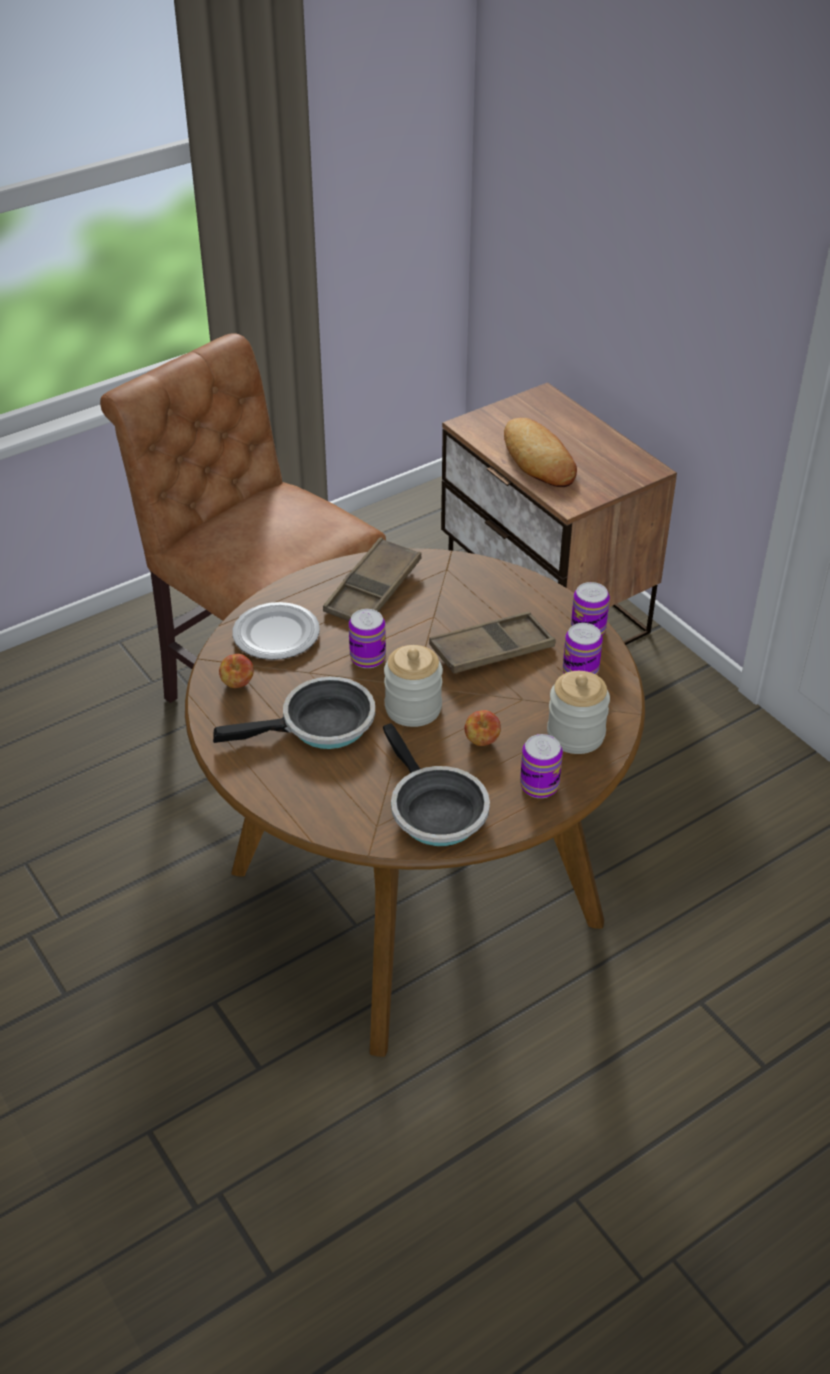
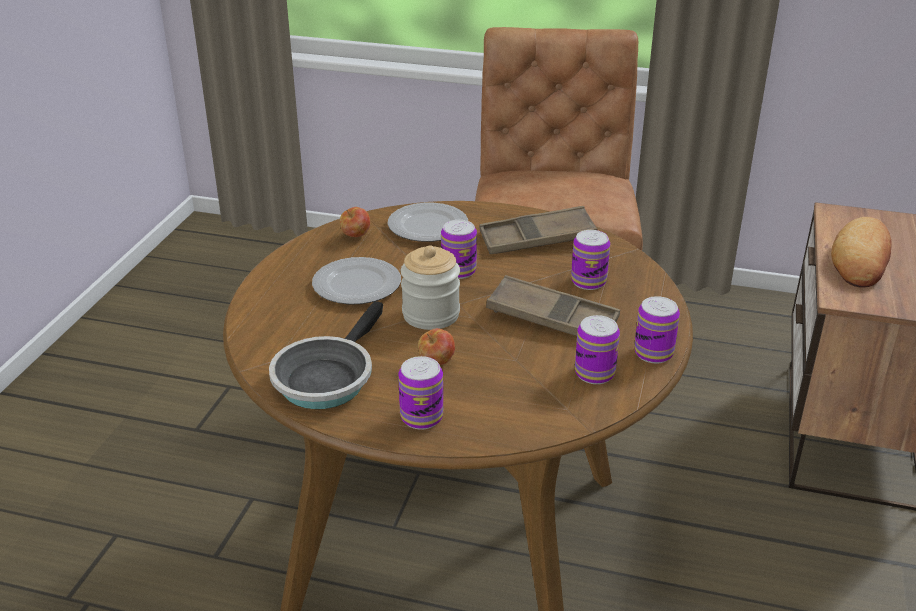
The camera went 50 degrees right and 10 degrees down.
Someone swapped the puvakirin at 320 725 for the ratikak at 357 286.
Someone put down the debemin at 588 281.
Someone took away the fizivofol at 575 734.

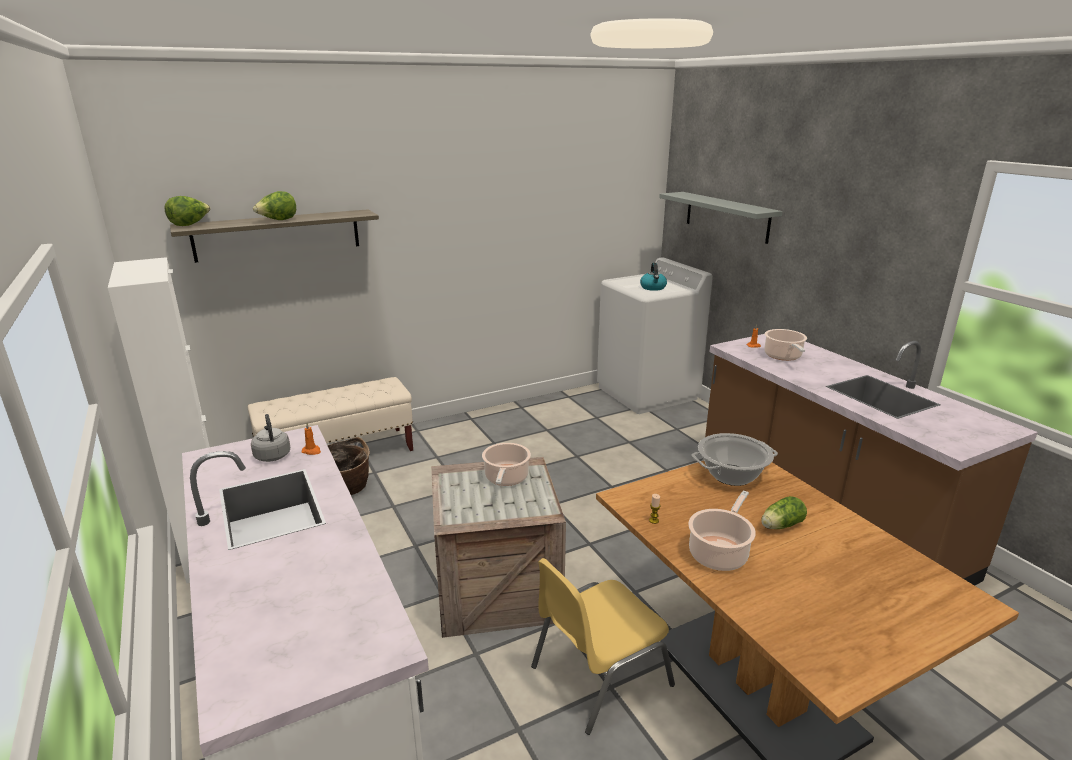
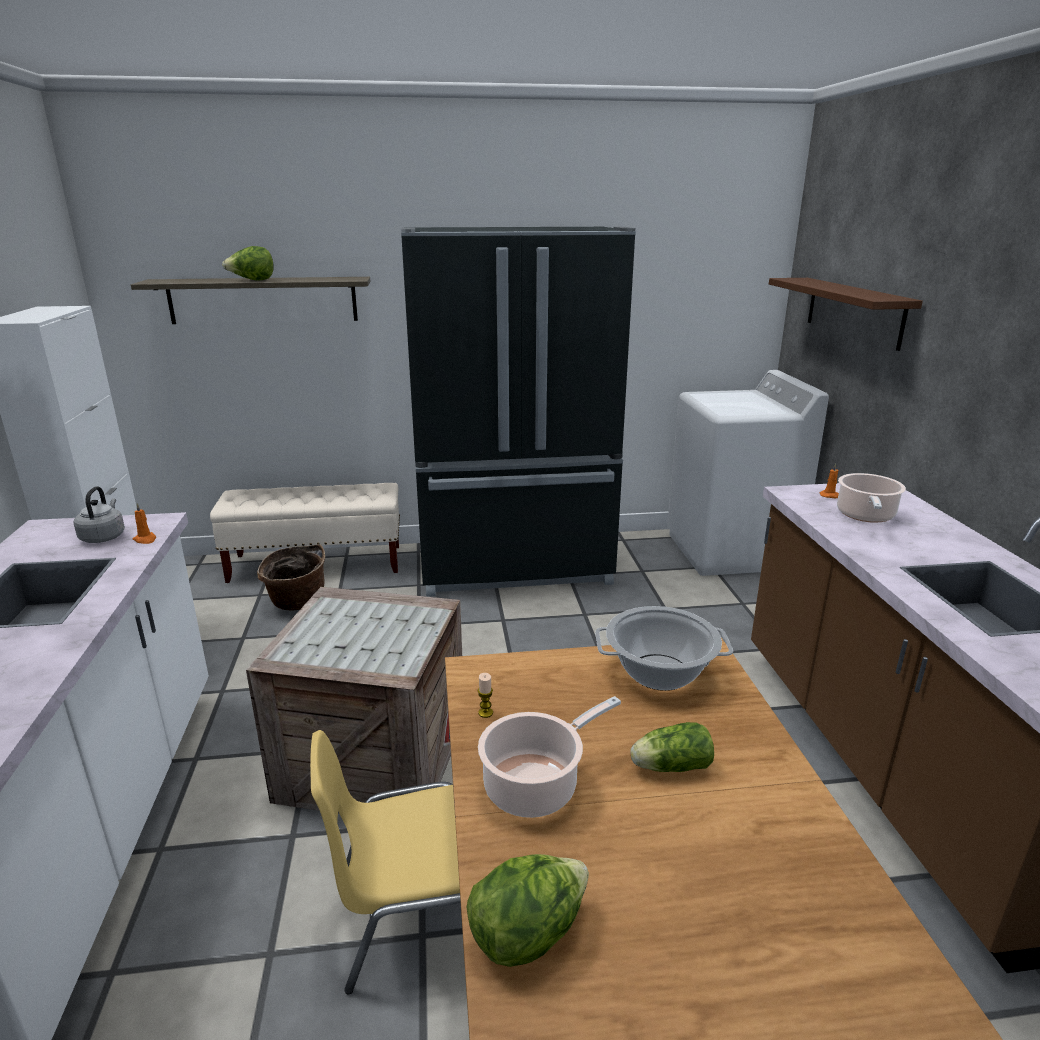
The camera went 20 degrees right and 0 degrees up.
Someone put down the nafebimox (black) at 515 565.
Someone carried the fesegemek from 190 225 to 528 933.
Someone repainted the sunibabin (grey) at 726 216, which became the sunibabin (brown) at 853 311.
Someone took away the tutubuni at 506 478.
Someone took away the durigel at 653 288.

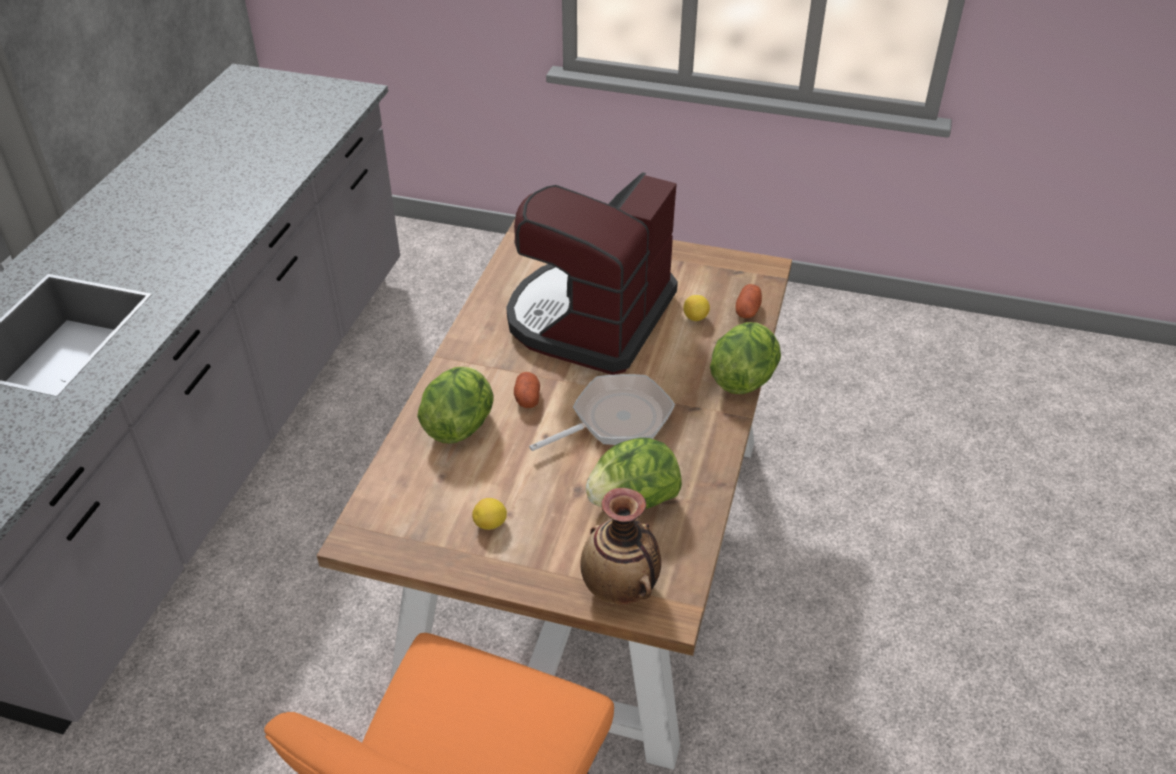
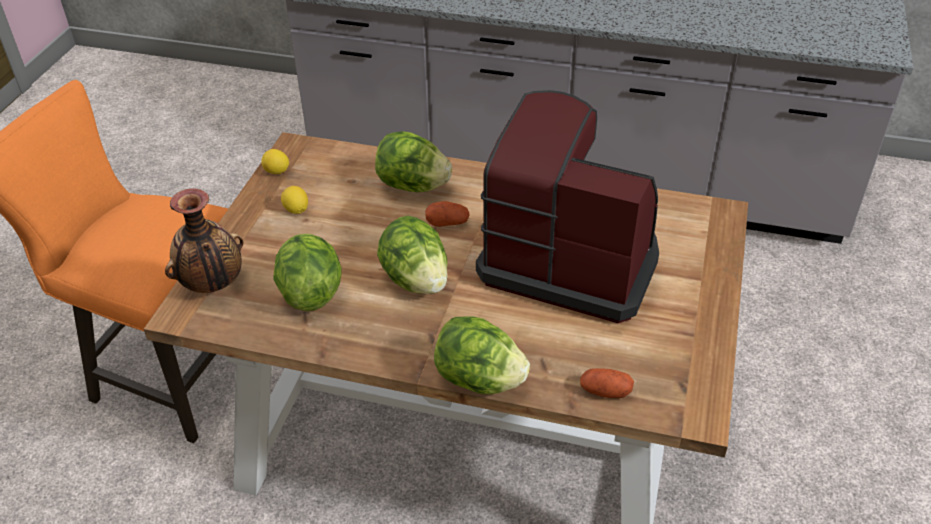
The camera went 90 degrees right and 0 degrees up.
Someone carried the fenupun from 695 318 to 277 172.
Someone swapped the puvakirin at 615 420 for the fesegemek at 416 280.

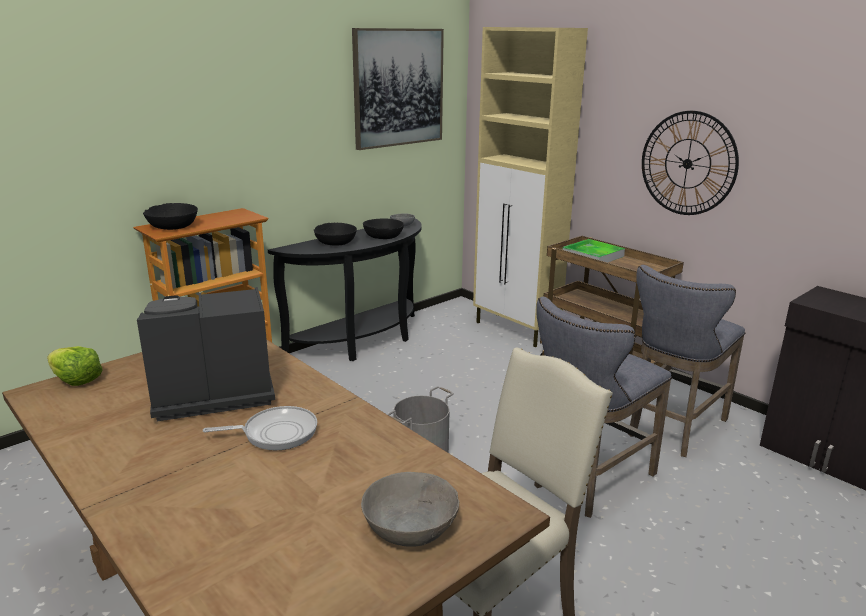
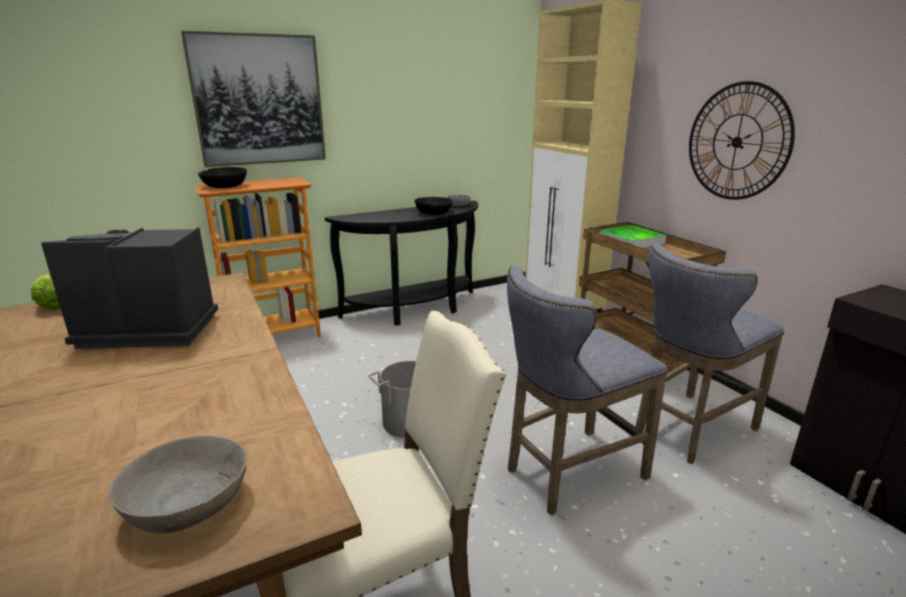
The camera went 15 degrees right and 0 degrees up.
Someone carried the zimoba from 398 88 to 259 100.
Someone took away the puvakirin at 276 433.
Someone took away the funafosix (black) at 336 242.

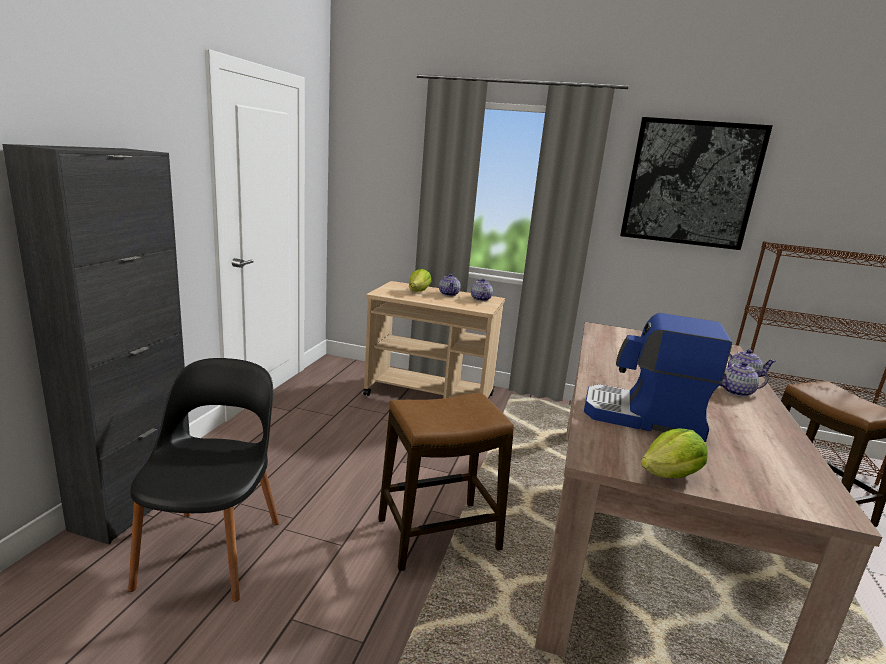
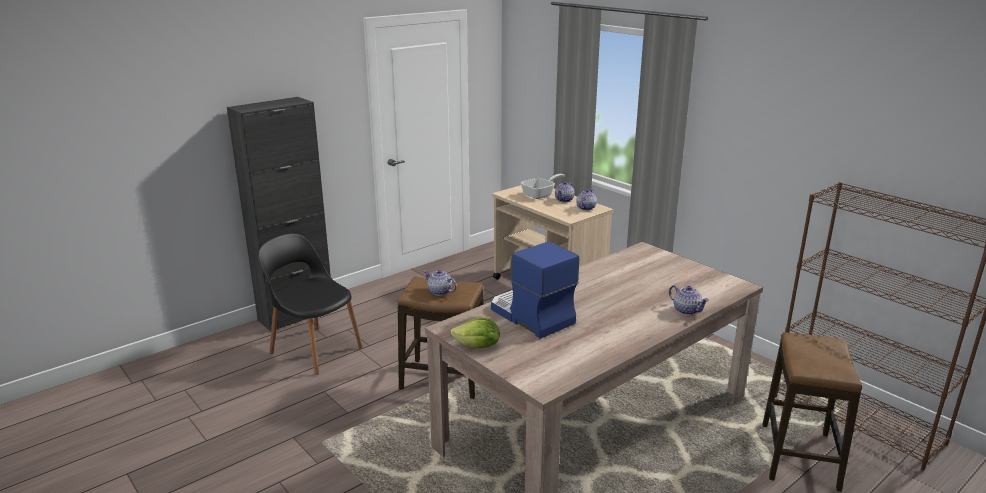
The camera went 35 degrees right and 5 degrees up.
Someone rotated the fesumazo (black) at 212 550 by 90 degrees counterclockwise.
Someone carried the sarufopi from 737 392 to 440 292.
Someone swapped the fesegemek at 418 291 for the puvakirin at 541 194.
Someone took away the zimoba at 691 183.

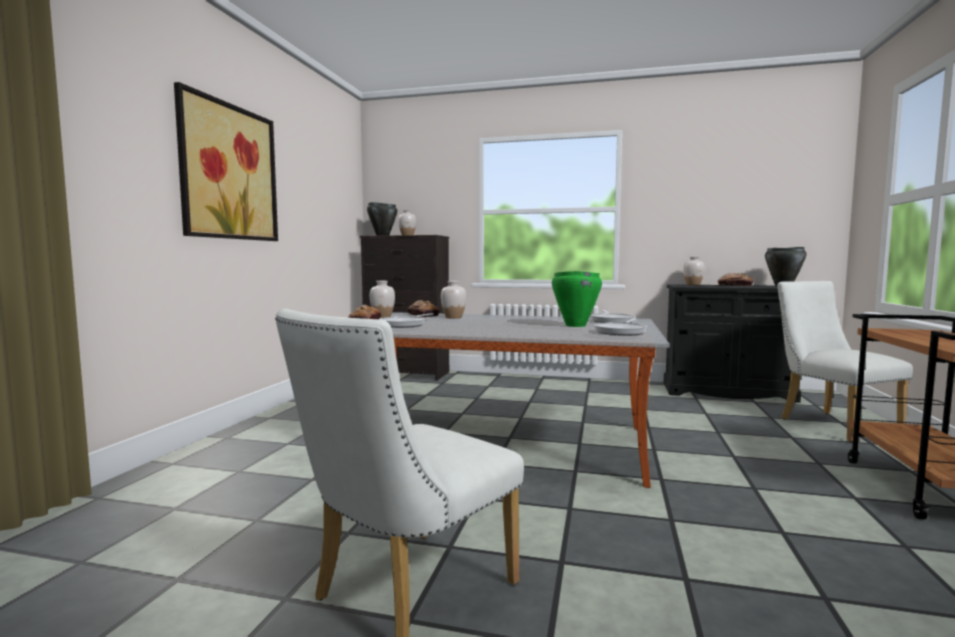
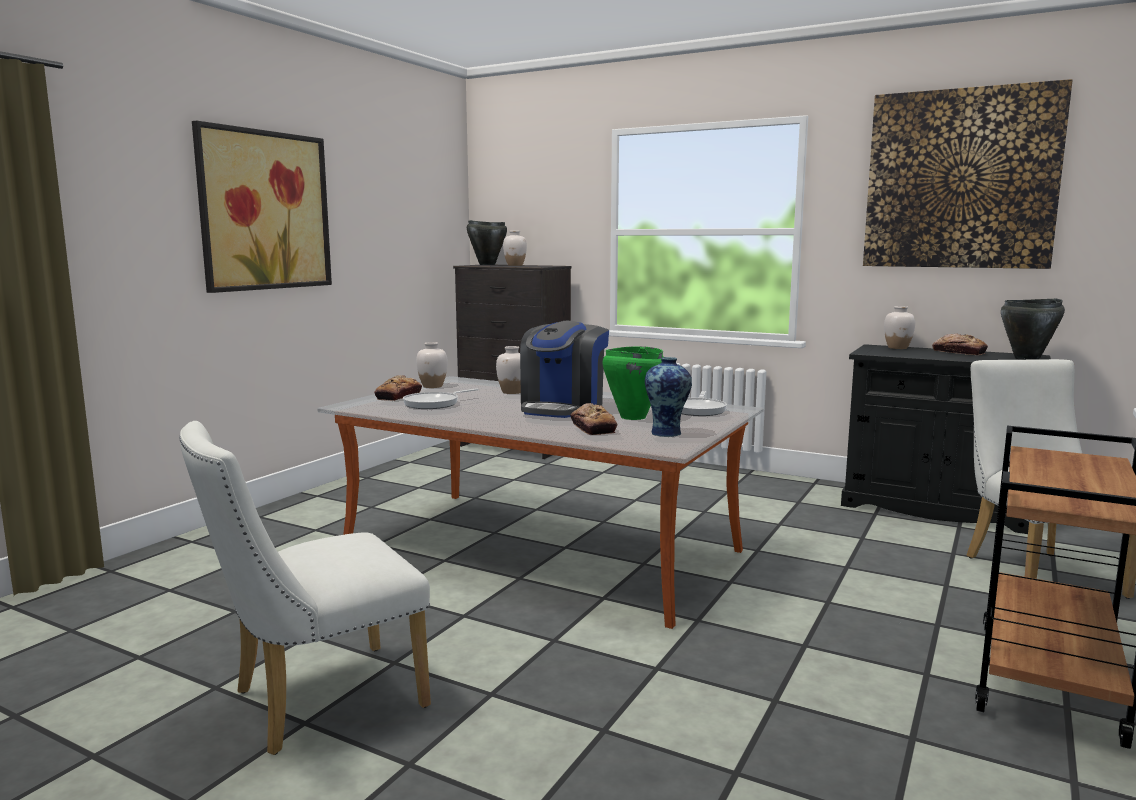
The camera went 15 degrees right and 5 degrees up.
Someone put down the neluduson at 563 409.
Someone carried the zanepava from 423 315 to 593 428.
Someone swapped the puvakirin at 621 332 for the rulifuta at 667 433.
Someone put up the zimoba at 960 179.

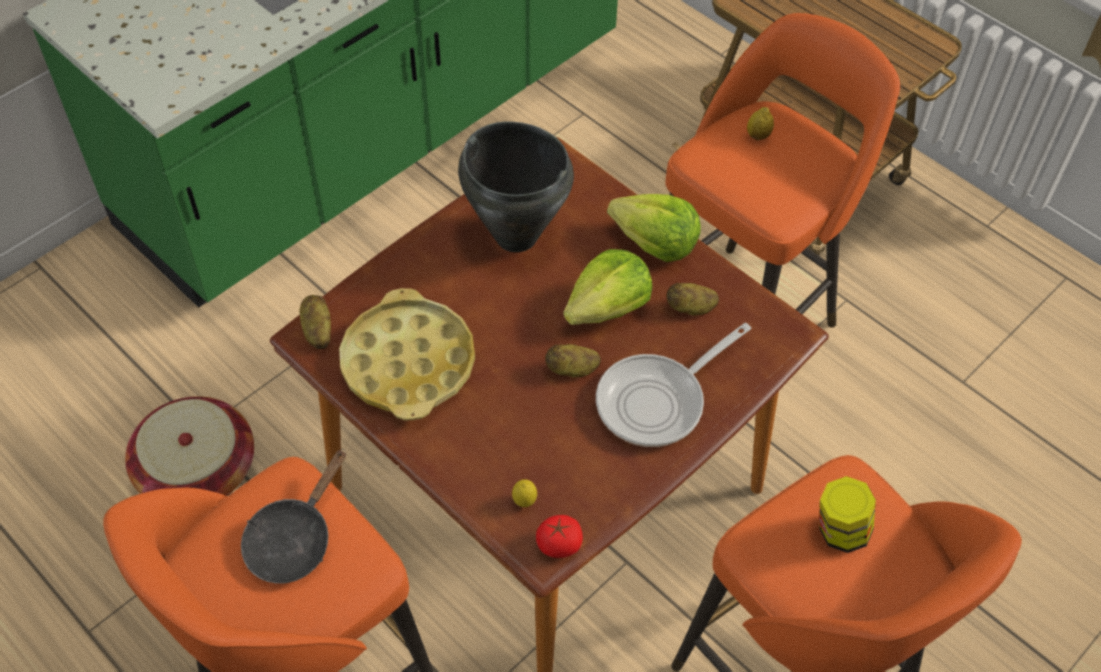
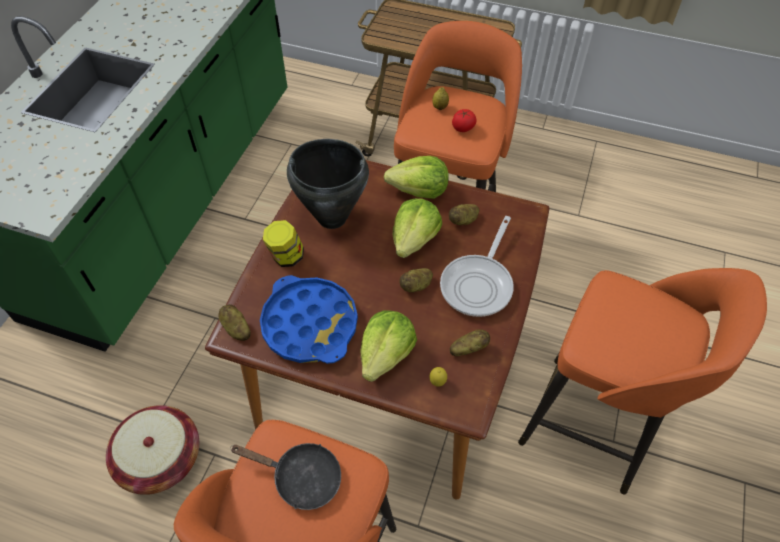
The camera went 25 degrees left and 0 degrees up.
Someone rotated the puvakirin (black) at 293 539 by 75 degrees counterclockwise.
Someone repainted the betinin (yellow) at 408 363, which became the betinin (blue) at 310 324.
Someone carried the fizivofol from 840 531 to 286 257.
Someone put down the fesegemek at 386 354.
Someone put down the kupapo at 468 348.
Someone carried the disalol from 559 545 to 463 128.

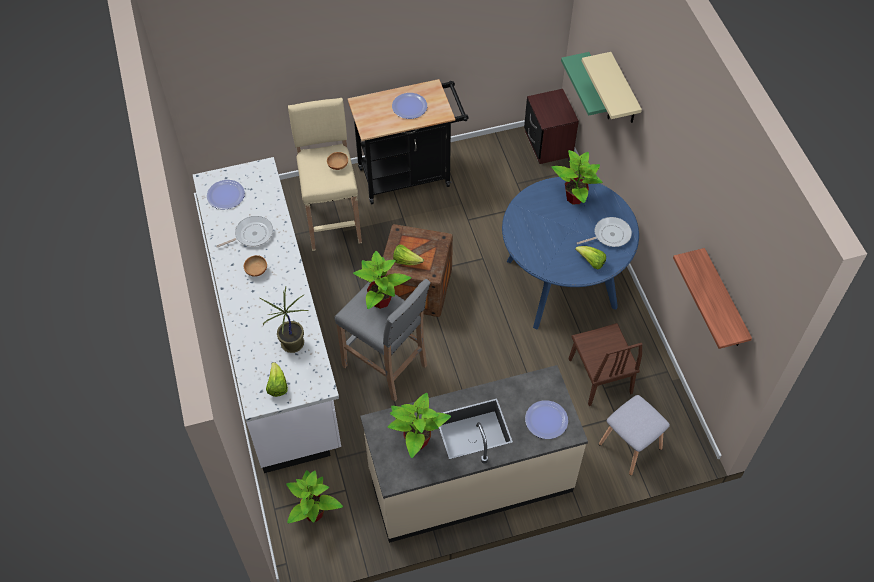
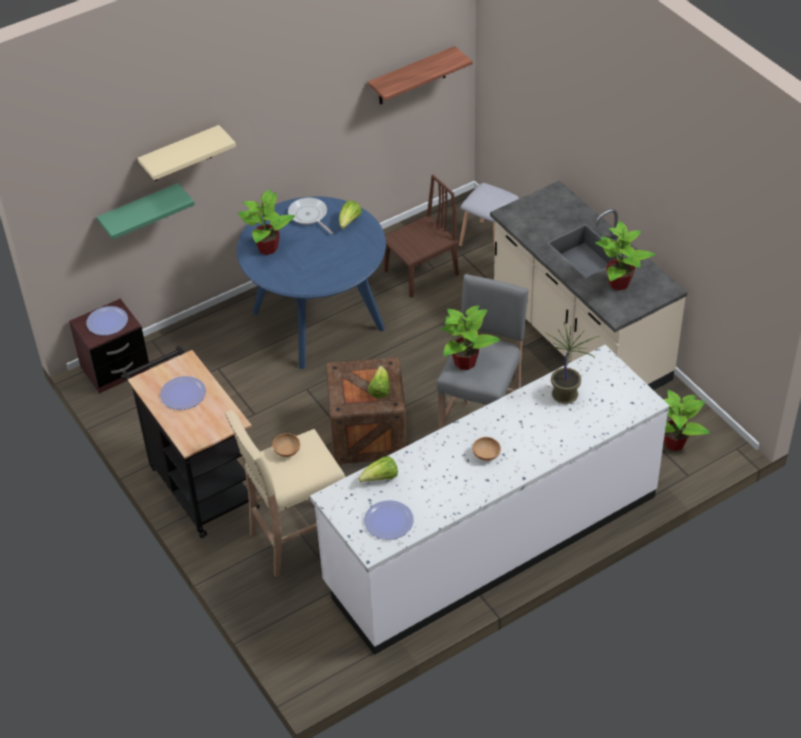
The camera went 105 degrees left and 10 degrees down.
Someone carried the ratikak from 546 420 to 107 322.
Someone carried the fesegemek from 277 386 to 380 479.
Someone took away the puvakirin at 252 234.

